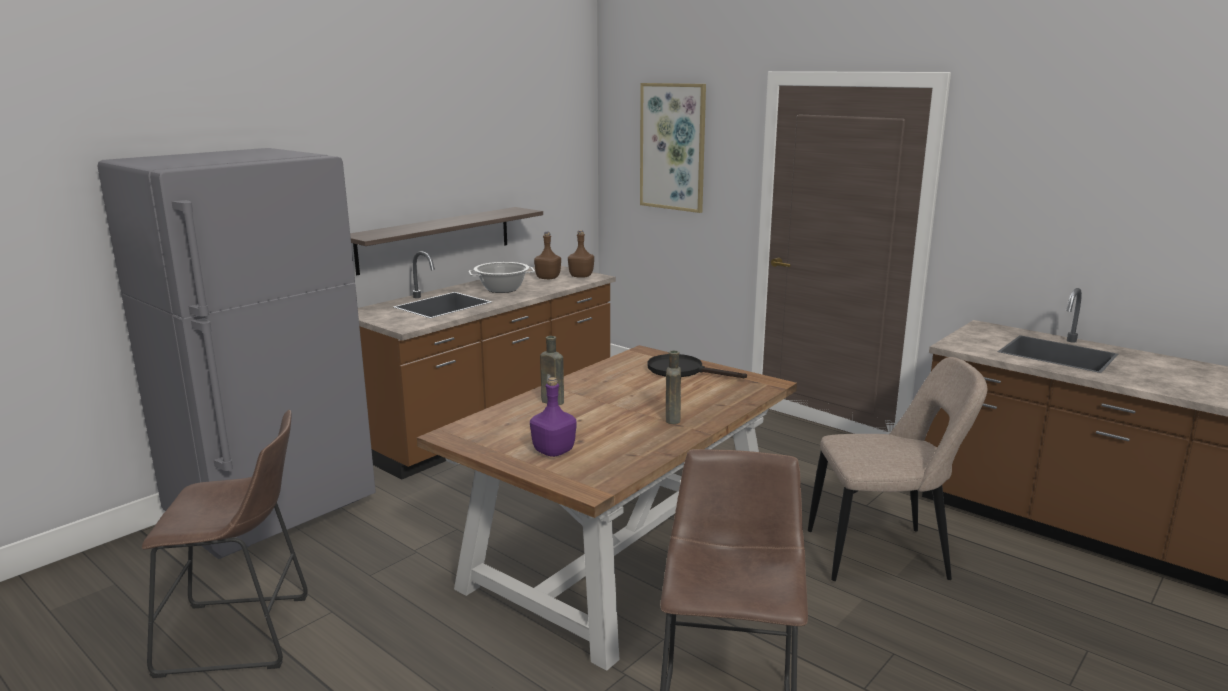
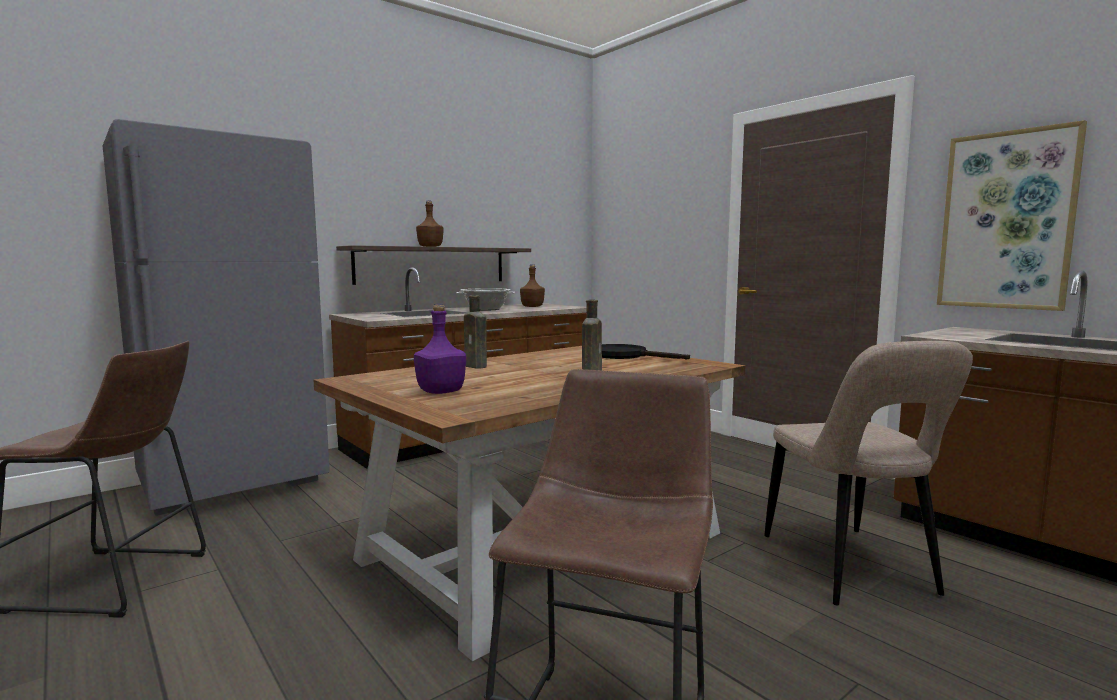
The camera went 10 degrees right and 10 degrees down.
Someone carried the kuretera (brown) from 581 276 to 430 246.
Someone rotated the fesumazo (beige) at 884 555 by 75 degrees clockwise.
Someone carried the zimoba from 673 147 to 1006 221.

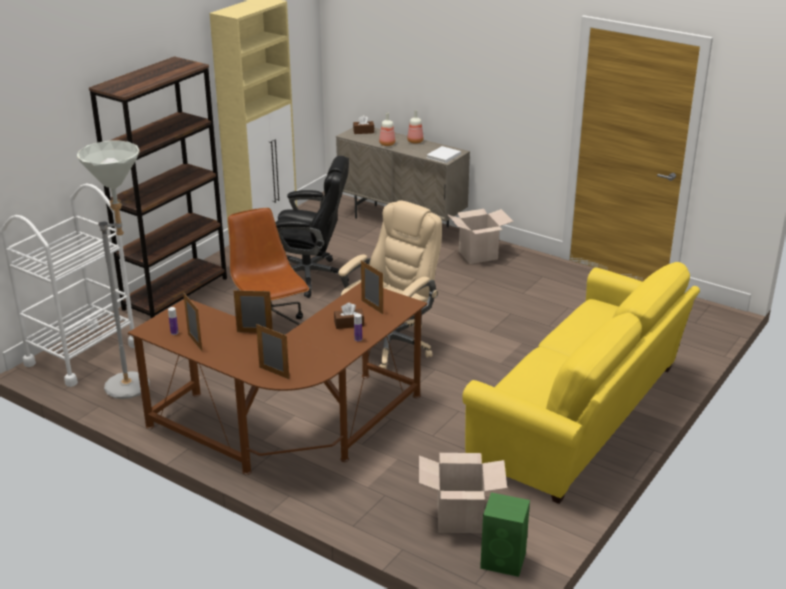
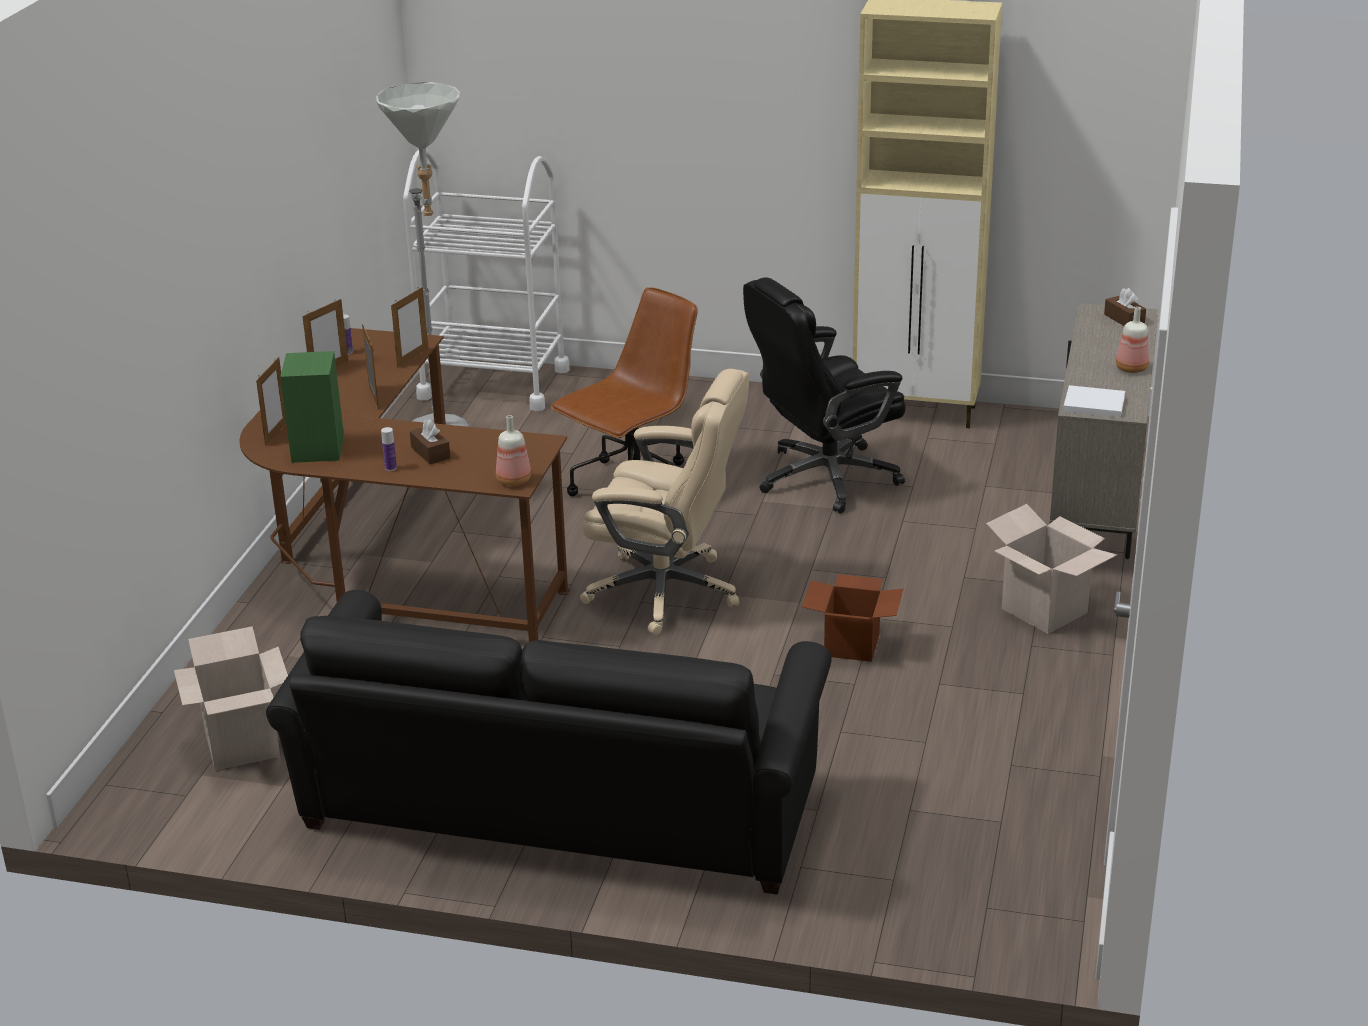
The camera went 70 degrees right and 0 degrees up.
Someone repainted the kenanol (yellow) at 583 417, which became the kenanol (black) at 556 815.
Someone carried the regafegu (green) from 504 561 to 317 449.
Someone carried the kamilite from 372 307 to 412 357.
Someone carried the kuretera from 386 144 to 513 480.
Someone rotated the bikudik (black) at 310 277 by 75 degrees clockwise.
Someone put down the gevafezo at 852 645.
Someone took away the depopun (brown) at 175 293.

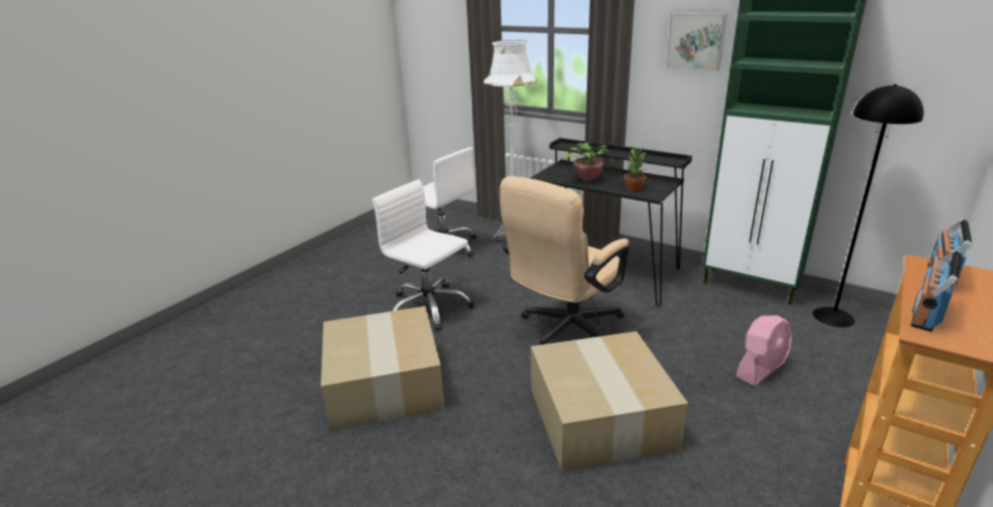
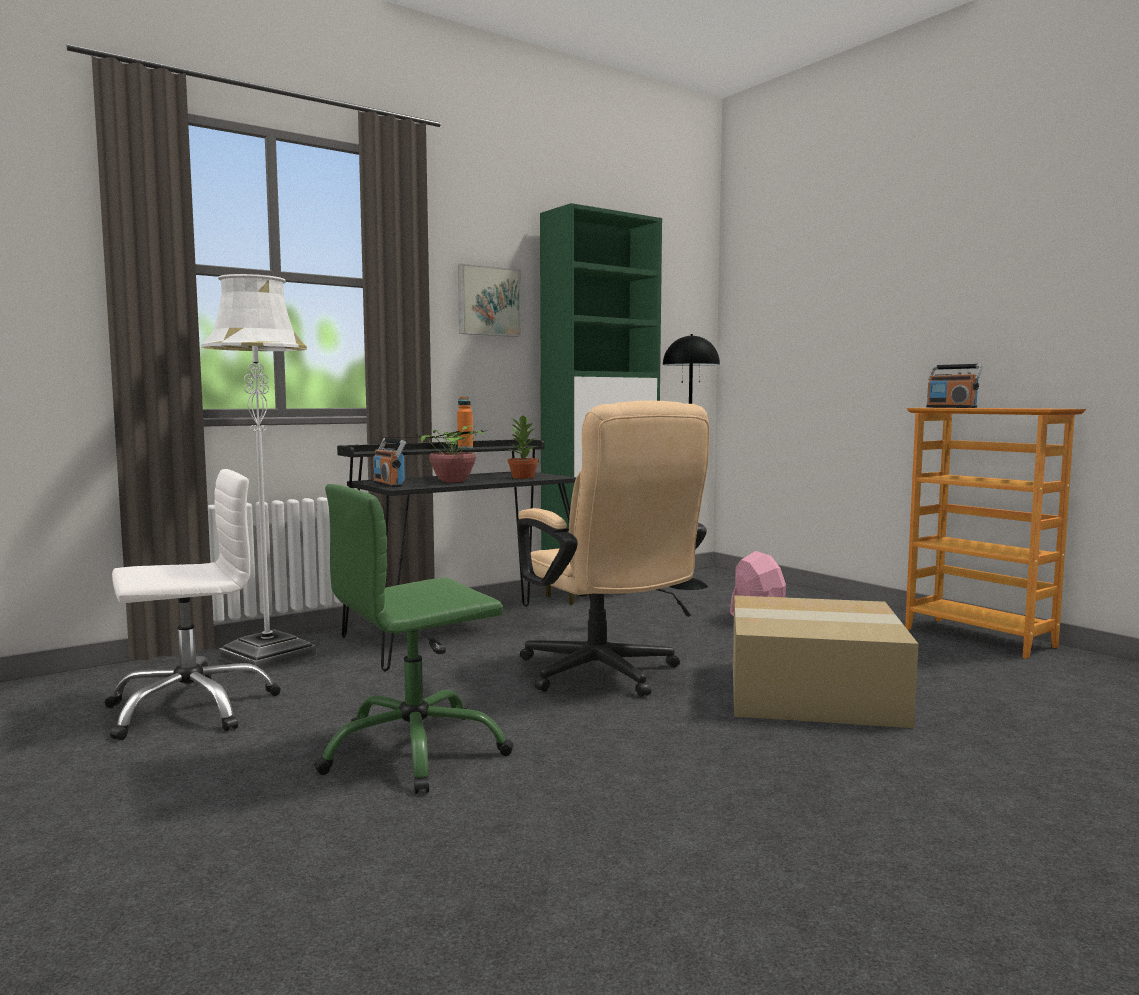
The camera went 70 degrees left and 20 degrees down.
Someone repainted the bikudik (white) at 429 308, which became the bikudik (green) at 414 751.
Someone carried the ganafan from 926 314 to 388 485.
Someone put down the kuretera (orange) at 465 448.
Someone took away the gevafezo at 386 385.

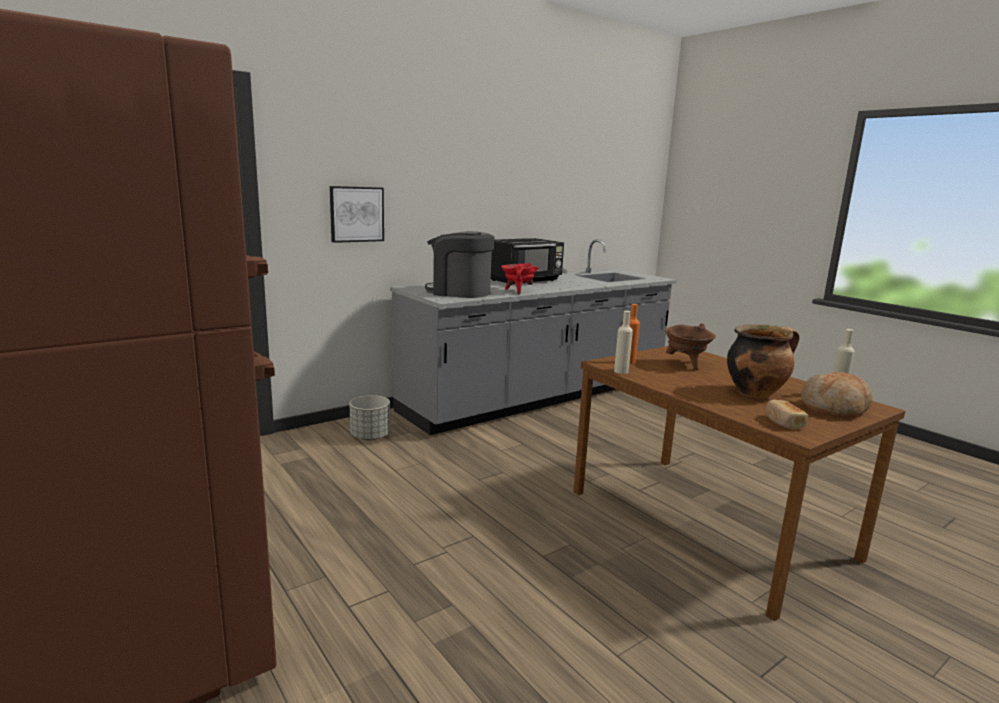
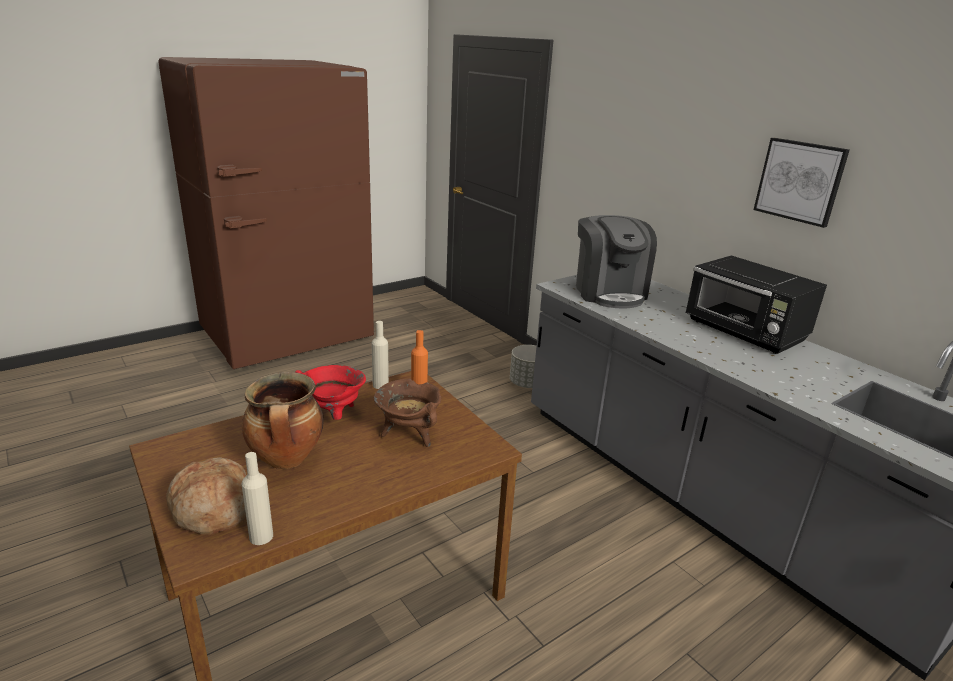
The camera went 90 degrees right and 10 degrees up.
Someone carried the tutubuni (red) from 518 291 to 333 416.
Someone rotated the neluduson at 459 292 by 150 degrees clockwise.
Someone carried the zimoba from 356 214 to 800 181.
Someone took away the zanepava at 783 422.

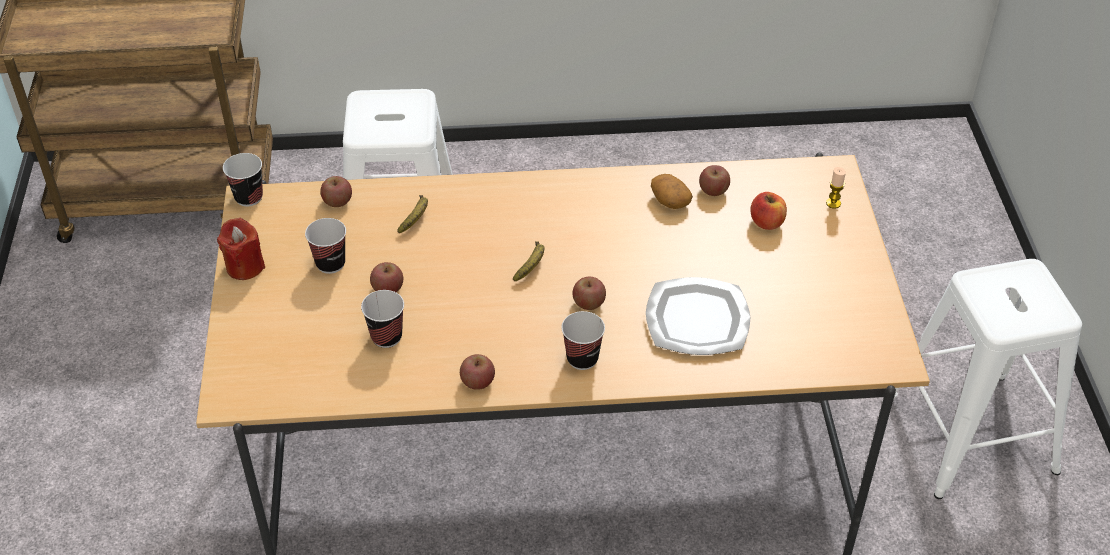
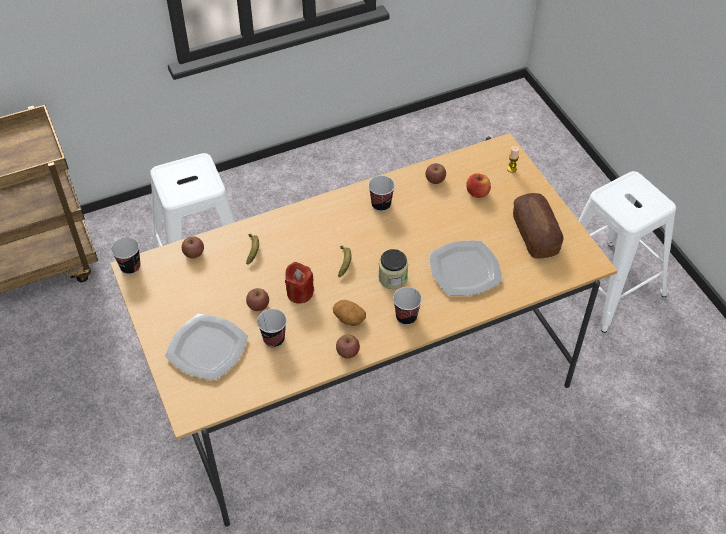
The camera went 20 degrees left and 5 degrees up.
Someone put down the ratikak at 207 349.
Someone carried the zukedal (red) from 245 266 to 300 293.
Someone carried the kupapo from 669 200 to 349 318.
Someone carried the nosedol from 330 263 to 381 205.
Someone swapped the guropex at 589 303 for the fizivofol at 393 278.
Someone put down the zanepava at 535 234.

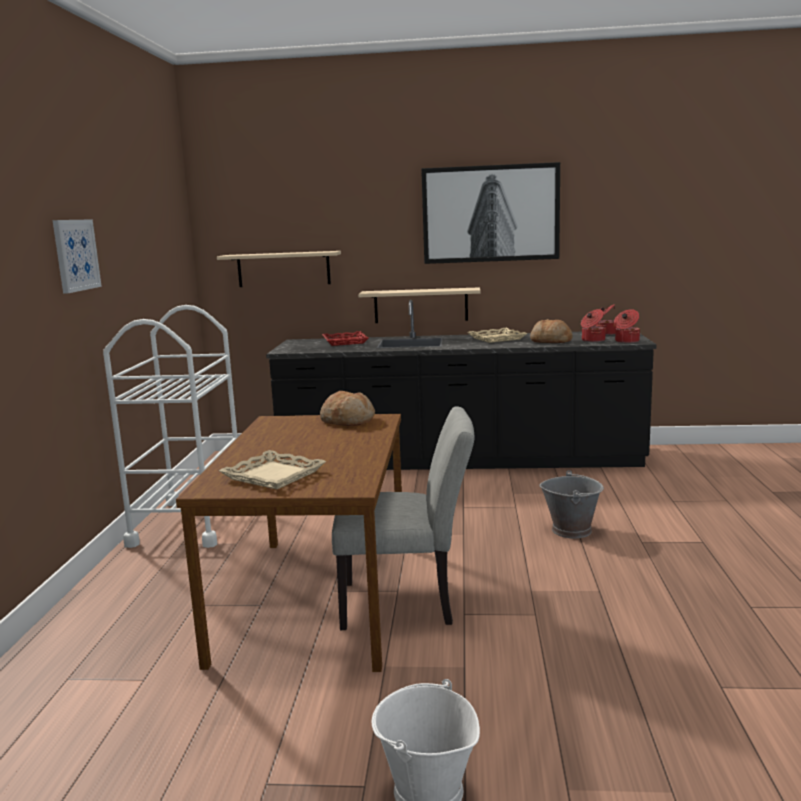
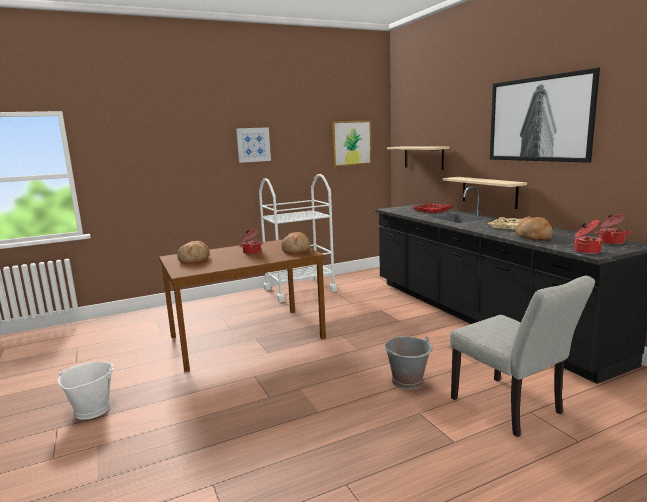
The camera went 60 degrees right and 0 degrees up.
Someone swapped the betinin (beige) at 274 475 for the zanepava at 194 260.
Someone carried the tutubuni from 592 340 to 252 252.
Someone put up the zimoba at 351 143.
Someone carried the fesumazo (grey) from 407 603 to 512 409.

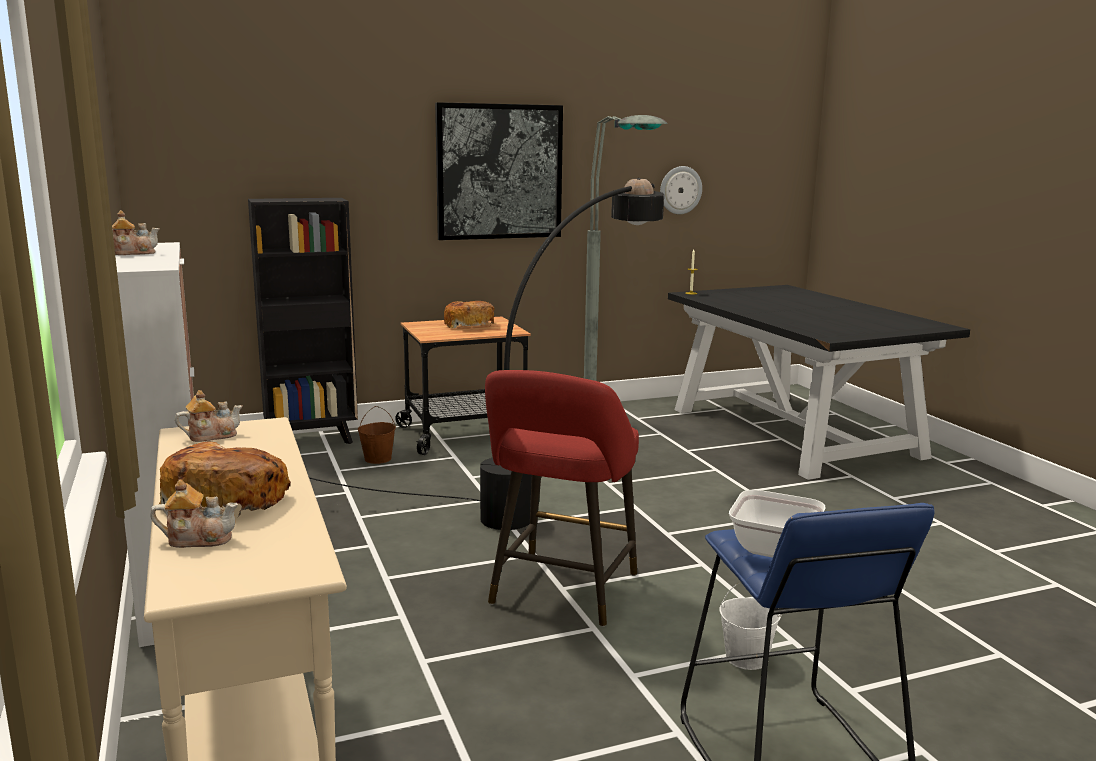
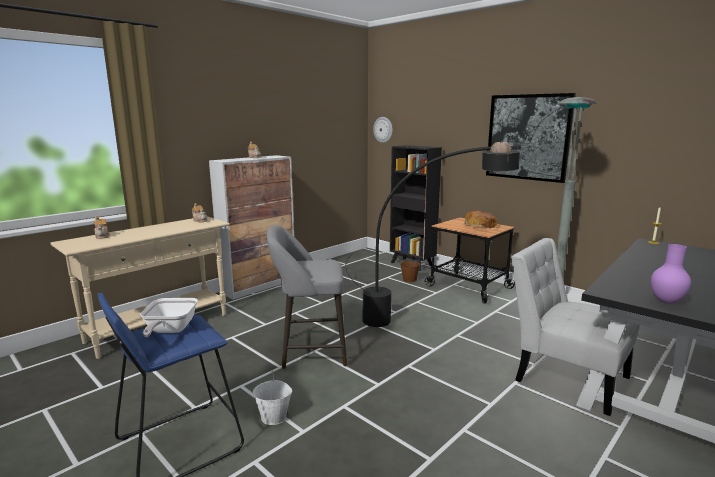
The camera went 65 degrees right and 0 degrees up.
Someone repainted the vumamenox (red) at 561 593, which became the vumamenox (grey) at 309 351.
Someone carried the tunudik from 680 190 to 383 129.
Someone put down the fesumazo (white) at 565 376.
Someone put down the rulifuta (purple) at 667 301.
Someone took away the zanepava at 225 499.

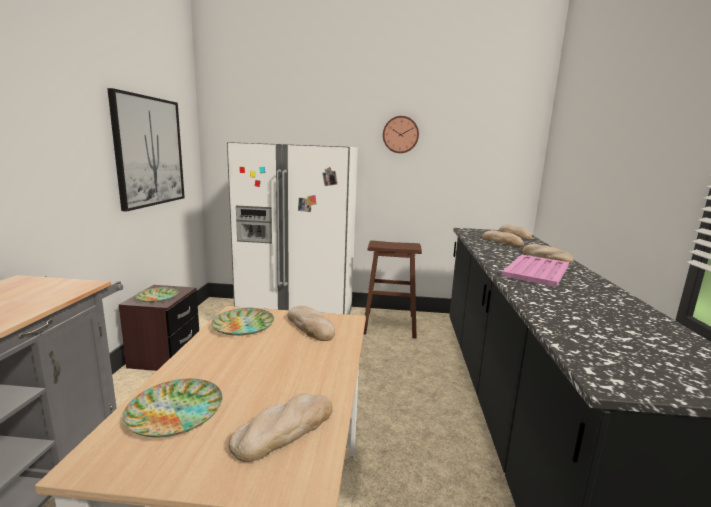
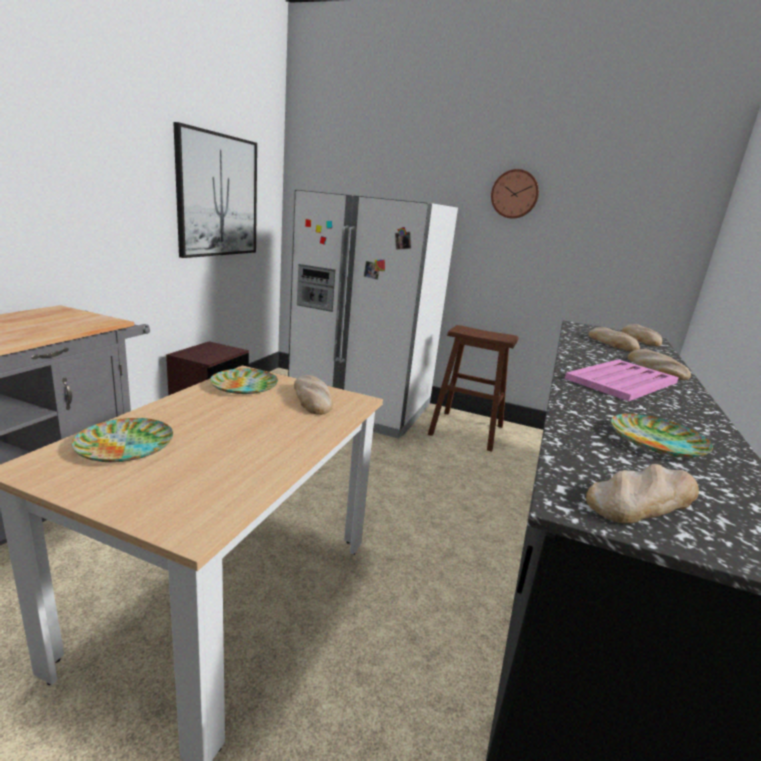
The camera went 15 degrees right and 5 degrees up.
Someone carried the zanepava from 284 429 to 642 500.
Someone carried the ratikak from 158 297 to 657 441.

